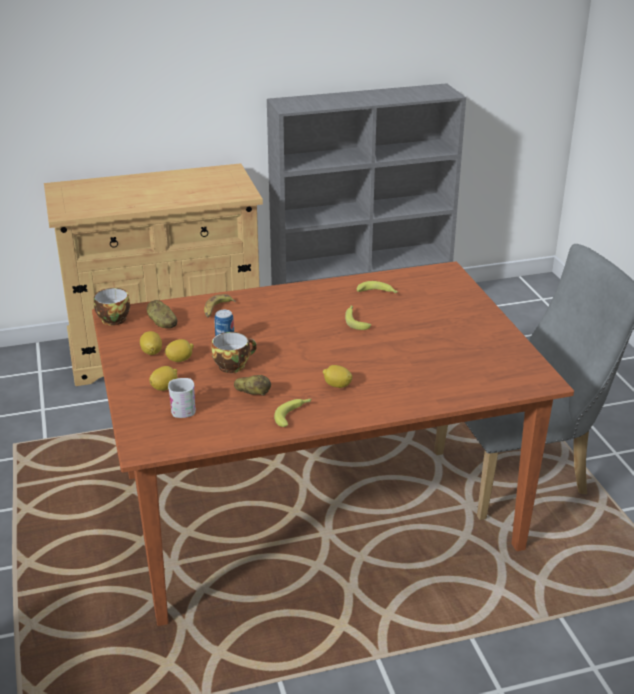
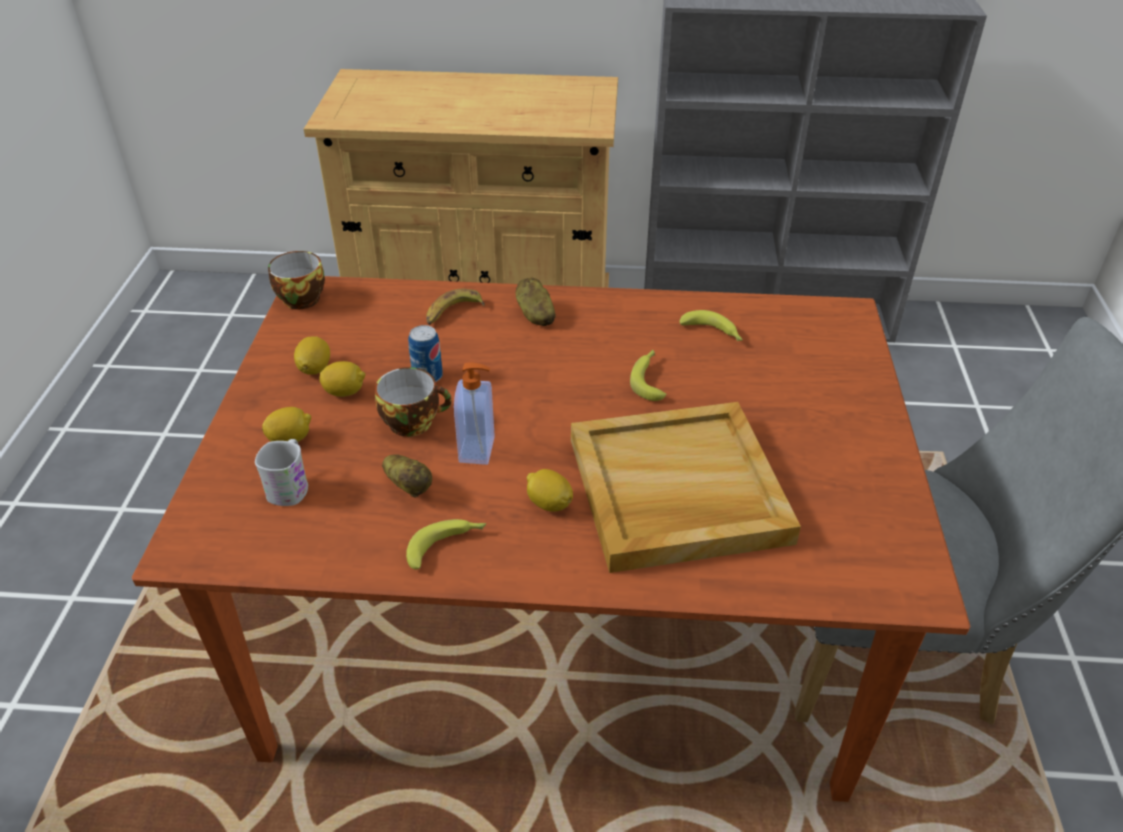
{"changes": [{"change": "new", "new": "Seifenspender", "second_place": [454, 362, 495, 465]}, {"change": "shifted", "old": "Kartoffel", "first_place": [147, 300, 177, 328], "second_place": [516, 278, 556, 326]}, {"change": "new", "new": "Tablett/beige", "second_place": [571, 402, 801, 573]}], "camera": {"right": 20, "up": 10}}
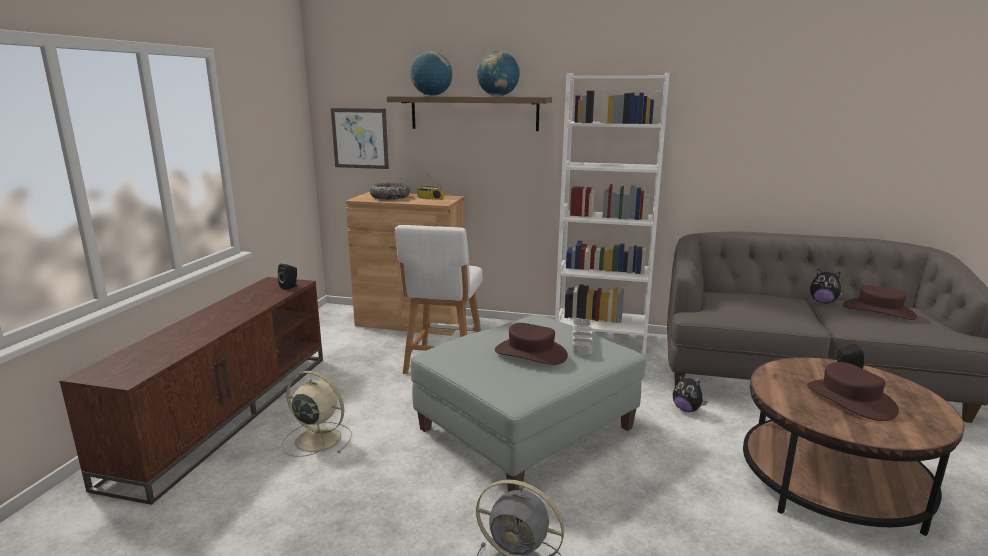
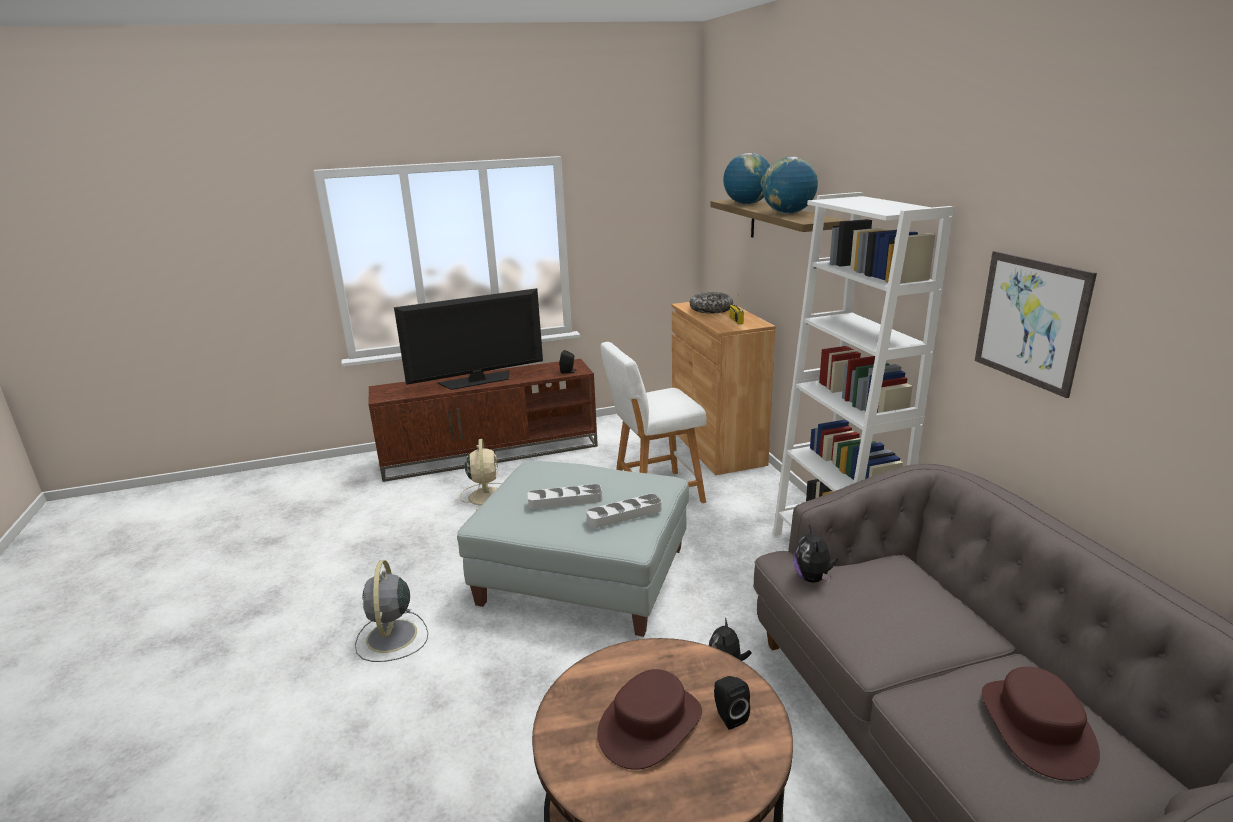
{"changes": [{"change": "new", "new": "Fernseher", "second_place": [394, 288, 543, 390]}, {"change": "swapped", "old": "Hut/braun", "new": "Tablett/grau", "first_place": [495, 323, 568, 365], "second_place": [528, 484, 602, 509]}, {"change": "shifted", "old": "Plüschtier", "first_place": [810, 268, 844, 303], "second_place": [793, 525, 838, 583]}, {"change": "shifted", "old": "Bild", "first_place": [331, 108, 389, 169], "second_place": [975, 251, 1097, 398]}], "camera": {"right": 60, "up": 5}}
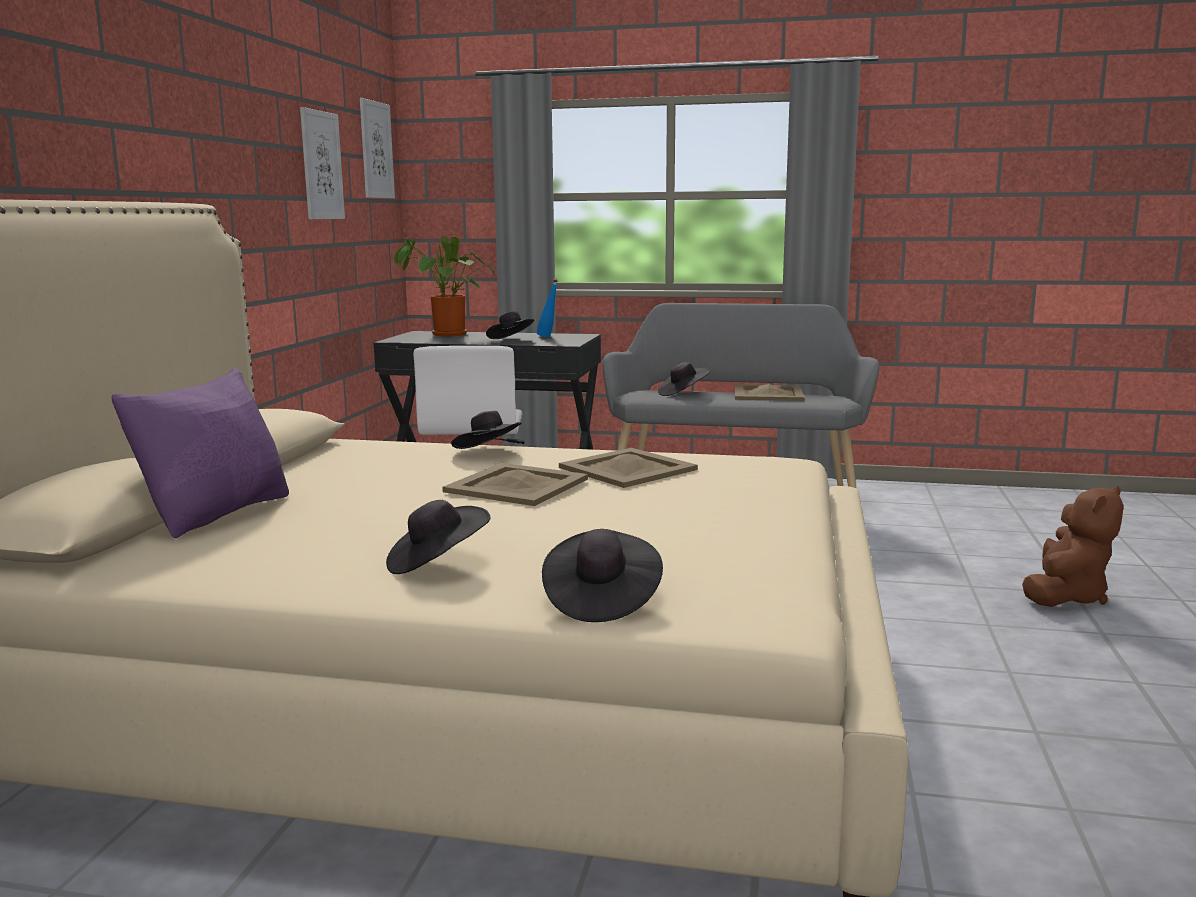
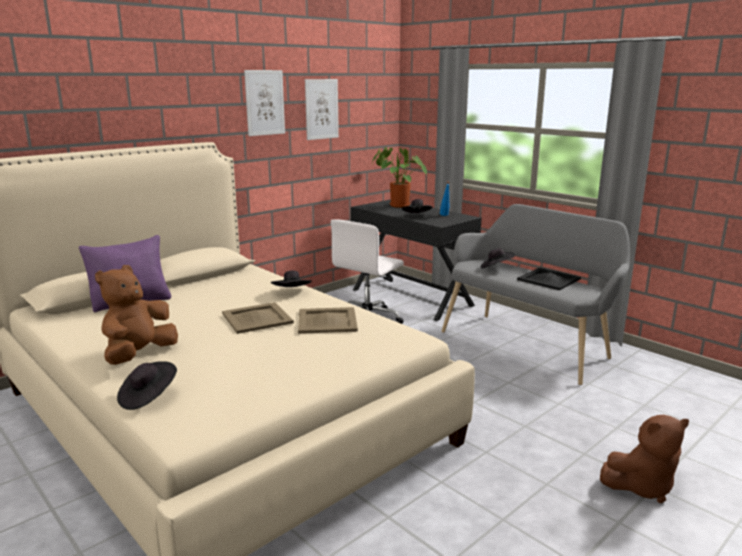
{"changes": [{"change": "swapped", "old": "Hut/schwarz", "new": "Plüschtier/braun", "first_place": [386, 500, 491, 574], "second_place": [95, 265, 178, 365]}, {"change": "shifted", "old": "Bild", "first_place": [360, 98, 395, 199], "second_place": [244, 70, 285, 136]}, {"change": "repainted", "old": "Tablett/beige", "new": "Tablett/schwarz", "first_place": [735, 384, 804, 401], "second_place": [517, 268, 581, 290]}], "camera": {"right": 35, "up": 5}}
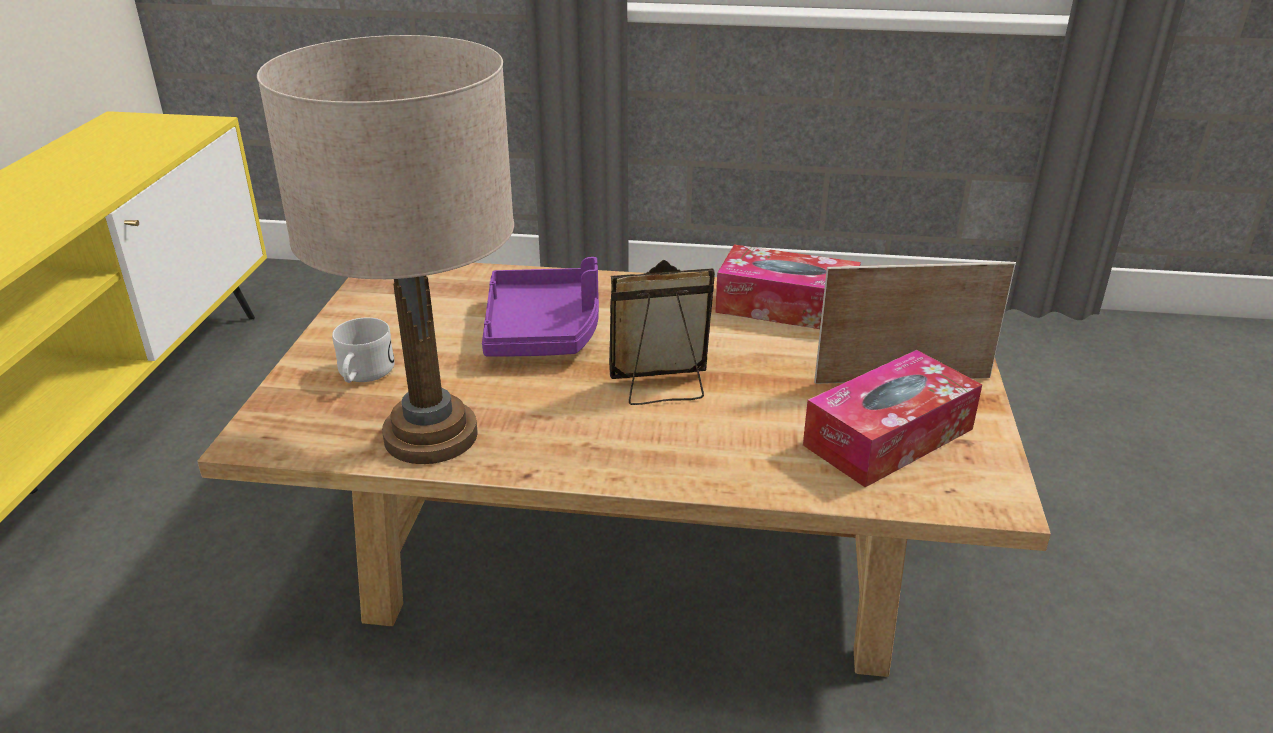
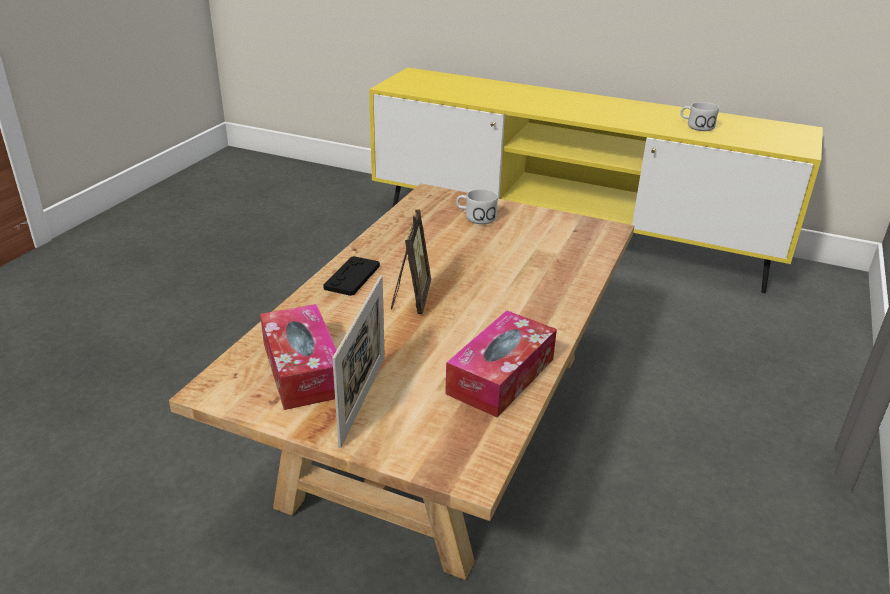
{"changes": [{"change": "new", "new": "Gamepad/schwarz", "second_place": [323, 256, 380, 296]}, {"change": "new", "new": "Henkelbecher/weiß", "second_place": [680, 102, 719, 131]}, {"change": "gone", "old": "Tischlampe/beige", "first_place": [257, 35, 514, 464]}, {"change": "gone", "old": "Tablett/lila", "first_place": [482, 257, 599, 356]}], "camera": {"right": 105, "up": 0}}
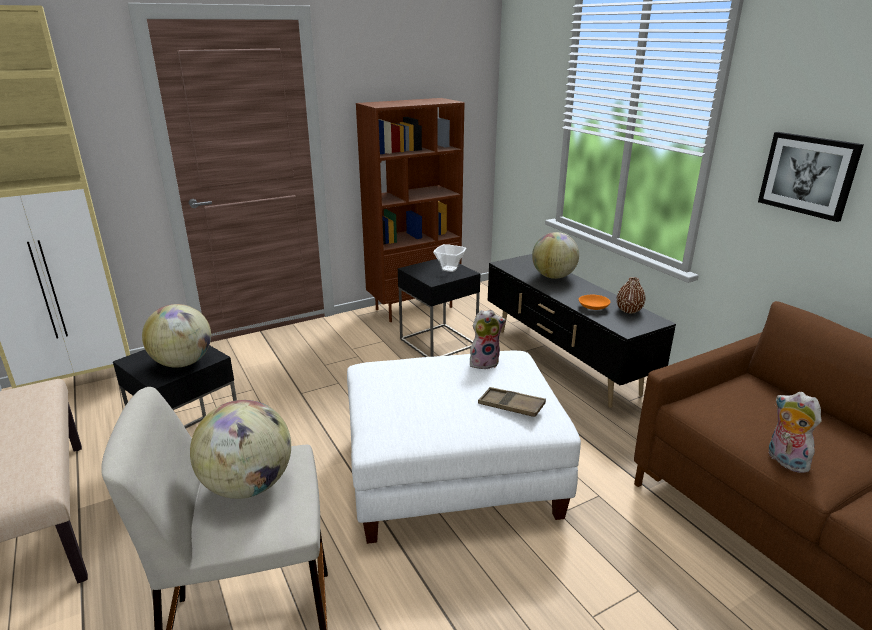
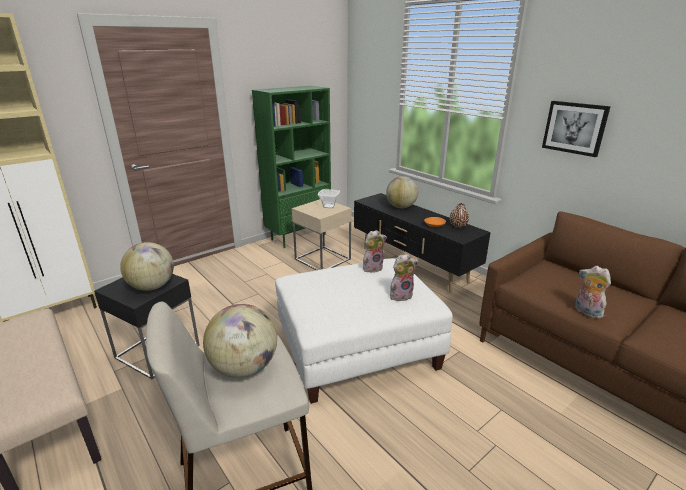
{"changes": [{"change": "repainted", "old": "Bücherregal/braun", "new": "Bücherregal/grün", "first_place": [356, 98, 465, 322], "second_place": [252, 86, 331, 248]}, {"change": "repainted", "old": "Beistelltisch/schwarz", "new": "Beistelltisch/beige", "first_place": [398, 259, 480, 357], "second_place": [292, 199, 352, 270]}, {"change": "swapped", "old": "Tablett/braun", "new": "Plüschtier", "first_place": [478, 387, 546, 417], "second_place": [390, 254, 419, 301]}], "camera": {"right": -10, "up": 0}}
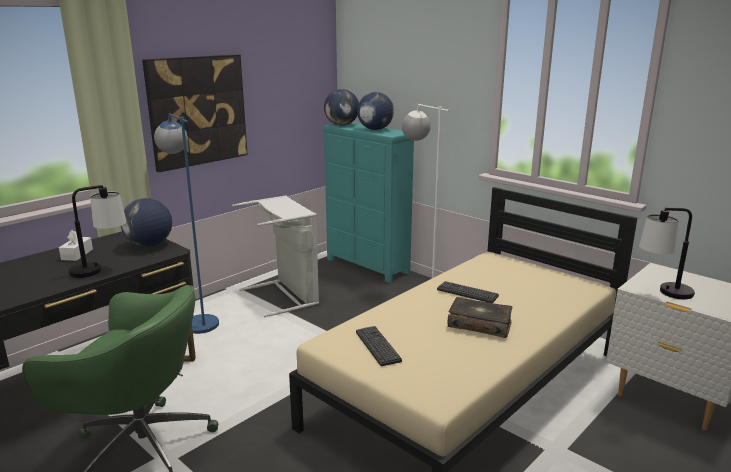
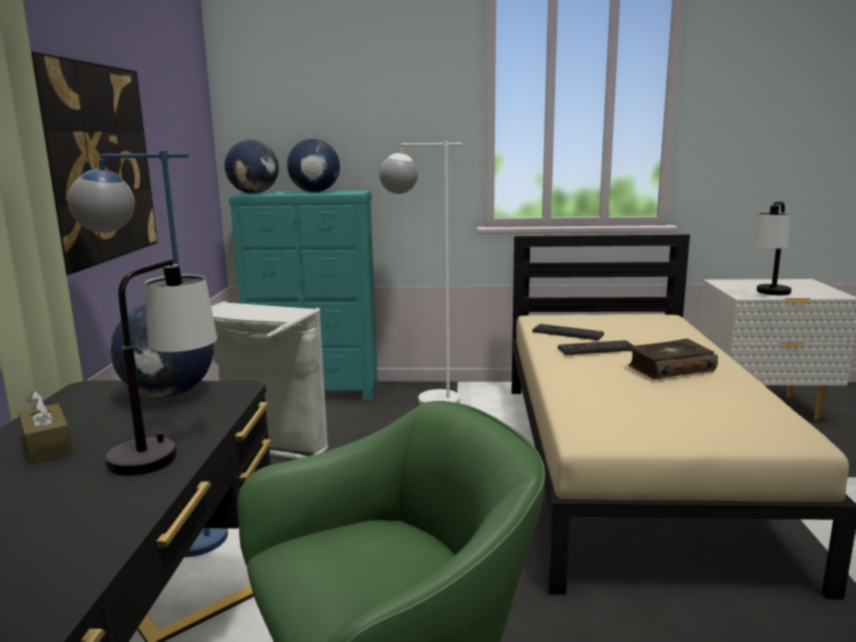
{"changes": [{"change": "repainted", "old": "Taschentuchbox/weiß", "new": "Taschentuchbox/braun", "first_place": [59, 230, 93, 261], "second_place": [18, 391, 73, 463]}, {"change": "shifted", "old": "Tastatur", "first_place": [356, 326, 402, 366], "second_place": [532, 324, 604, 340]}], "camera": {"right": -40, "up": -5}}
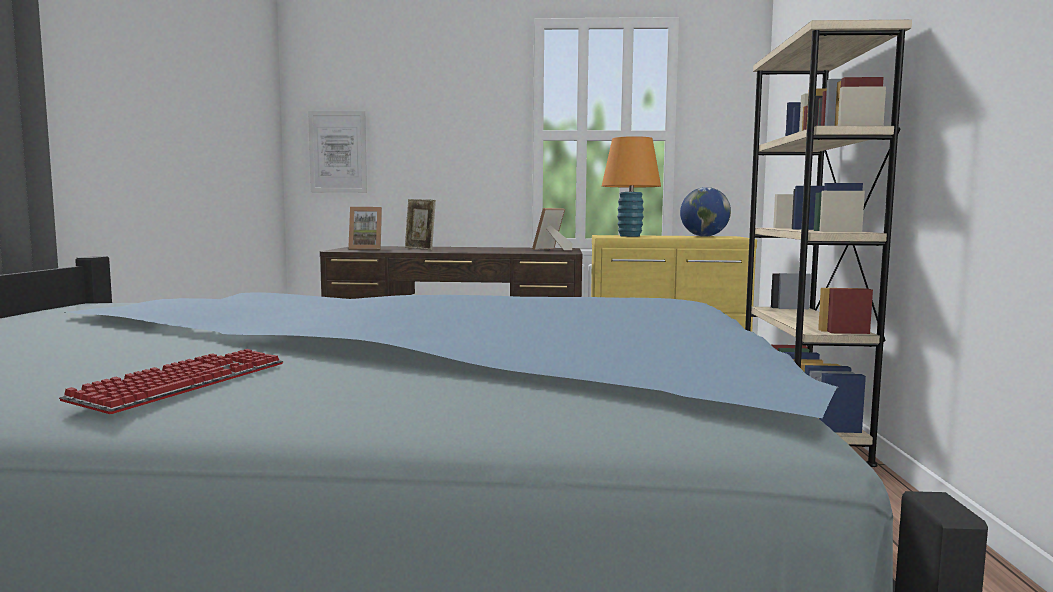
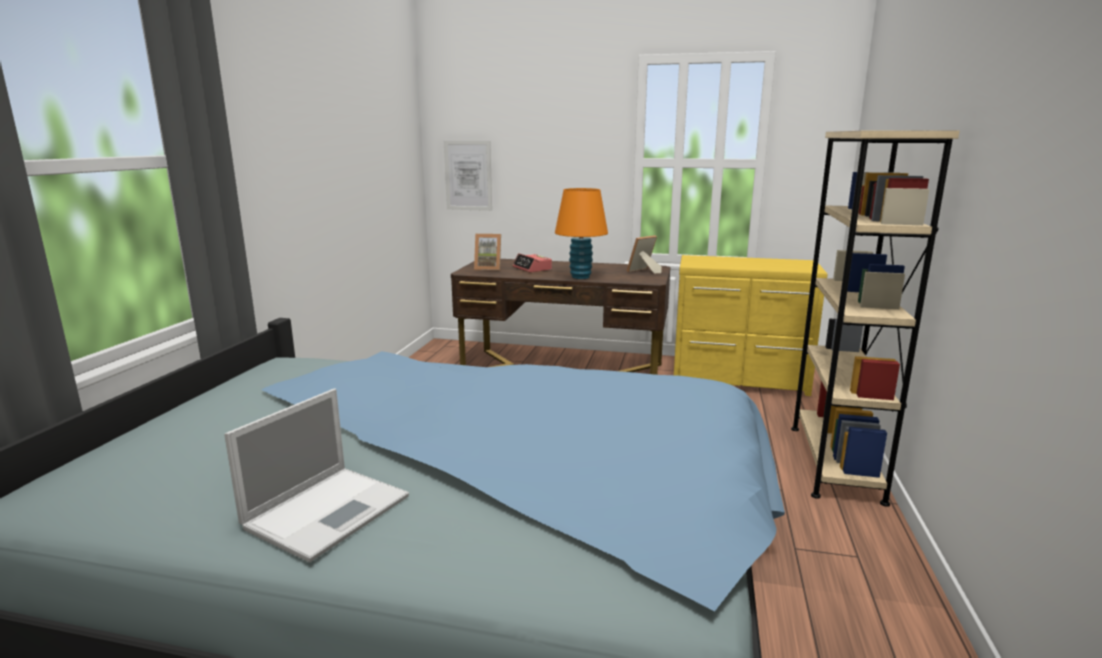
{"changes": [{"change": "swapped", "old": "Tastatur", "new": "Laptop", "first_place": [59, 349, 283, 414], "second_place": [224, 389, 409, 563]}, {"change": "swapped", "old": "Bilderrahmen", "new": "Wecker", "first_place": [405, 199, 436, 250], "second_place": [512, 253, 552, 272]}, {"change": "shifted", "old": "Tischlampe/orange", "first_place": [602, 136, 661, 237], "second_place": [555, 188, 608, 279]}, {"change": "gone", "old": "Globus", "first_place": [680, 187, 731, 237]}], "camera": {"right": 10, "up": 10}}
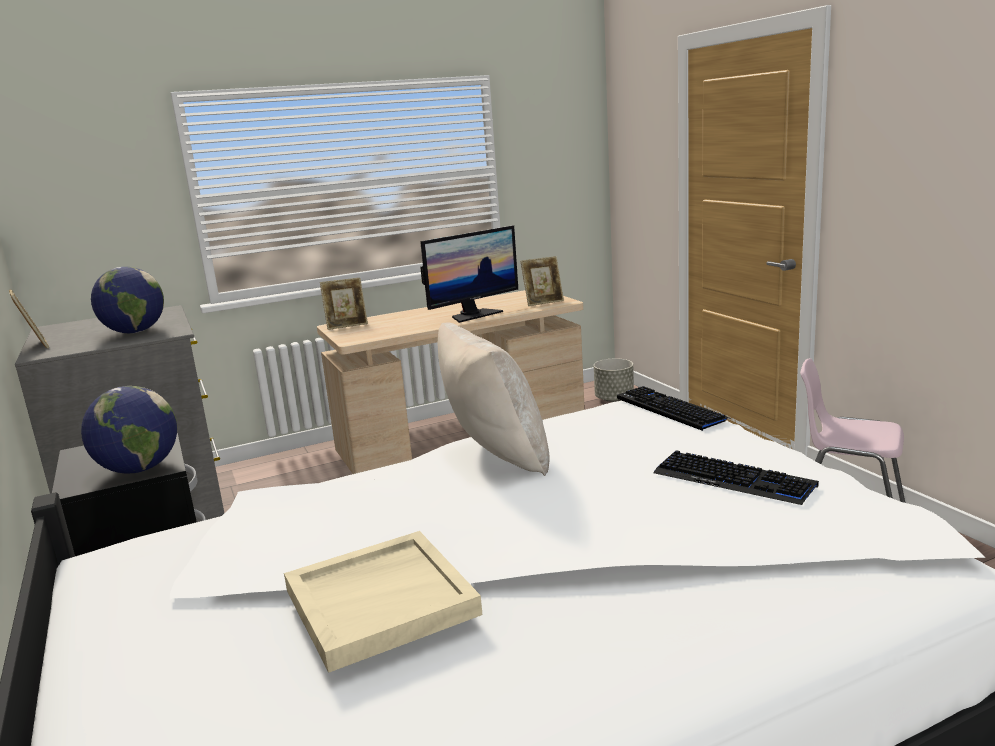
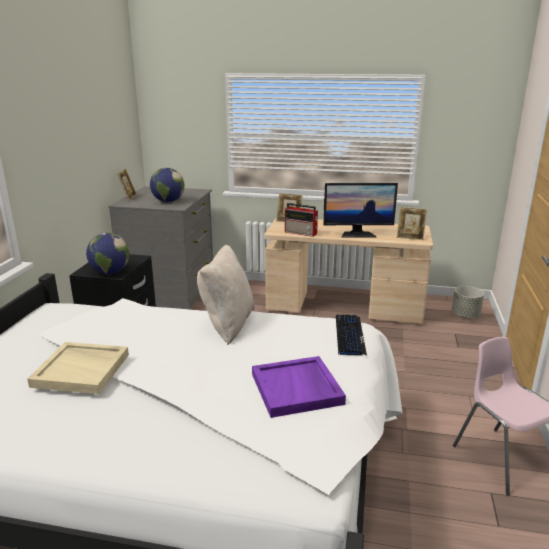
{"changes": [{"change": "swapped", "old": "Tastatur", "new": "Tablett/lila", "first_place": [654, 450, 819, 505], "second_place": [252, 356, 346, 418]}, {"change": "new", "new": "Radio", "second_place": [285, 203, 318, 237]}], "camera": {"right": 35, "up": 5}}
